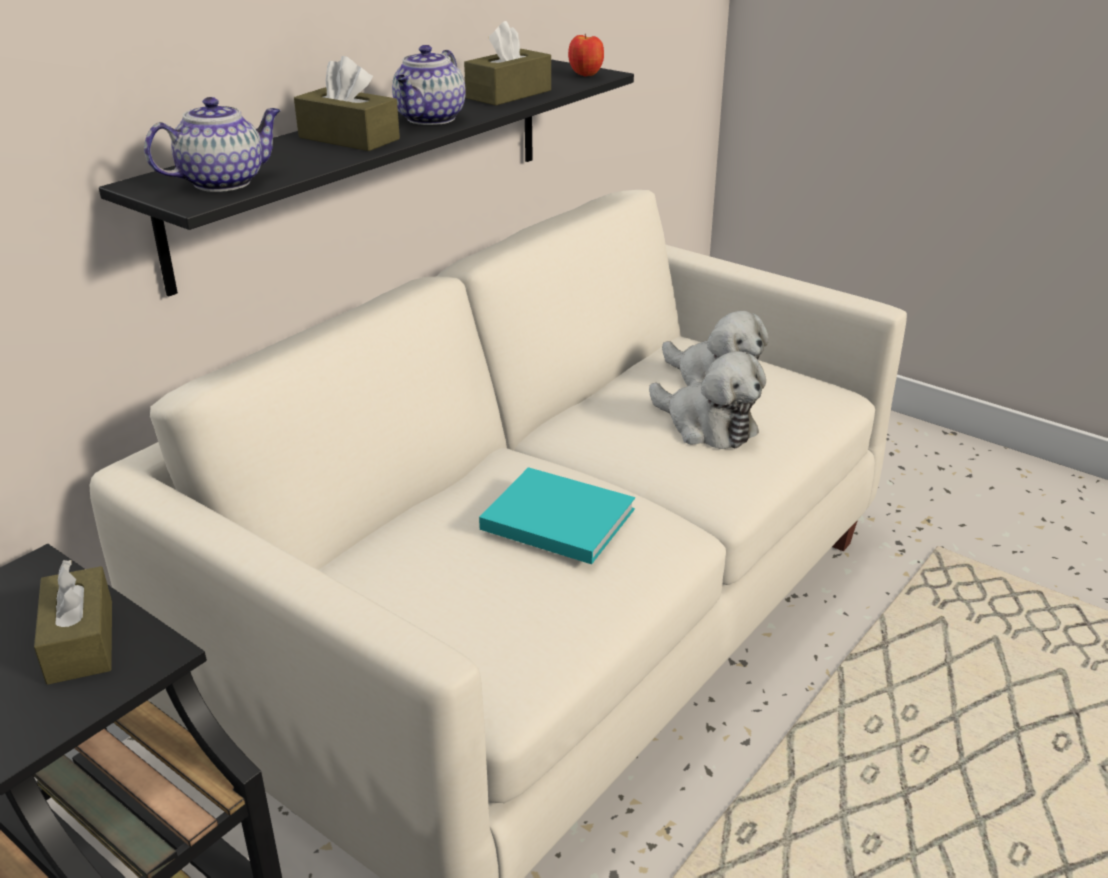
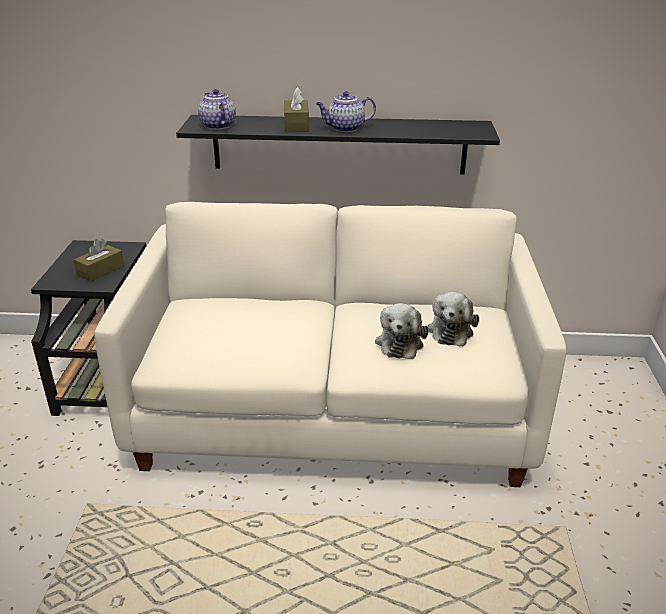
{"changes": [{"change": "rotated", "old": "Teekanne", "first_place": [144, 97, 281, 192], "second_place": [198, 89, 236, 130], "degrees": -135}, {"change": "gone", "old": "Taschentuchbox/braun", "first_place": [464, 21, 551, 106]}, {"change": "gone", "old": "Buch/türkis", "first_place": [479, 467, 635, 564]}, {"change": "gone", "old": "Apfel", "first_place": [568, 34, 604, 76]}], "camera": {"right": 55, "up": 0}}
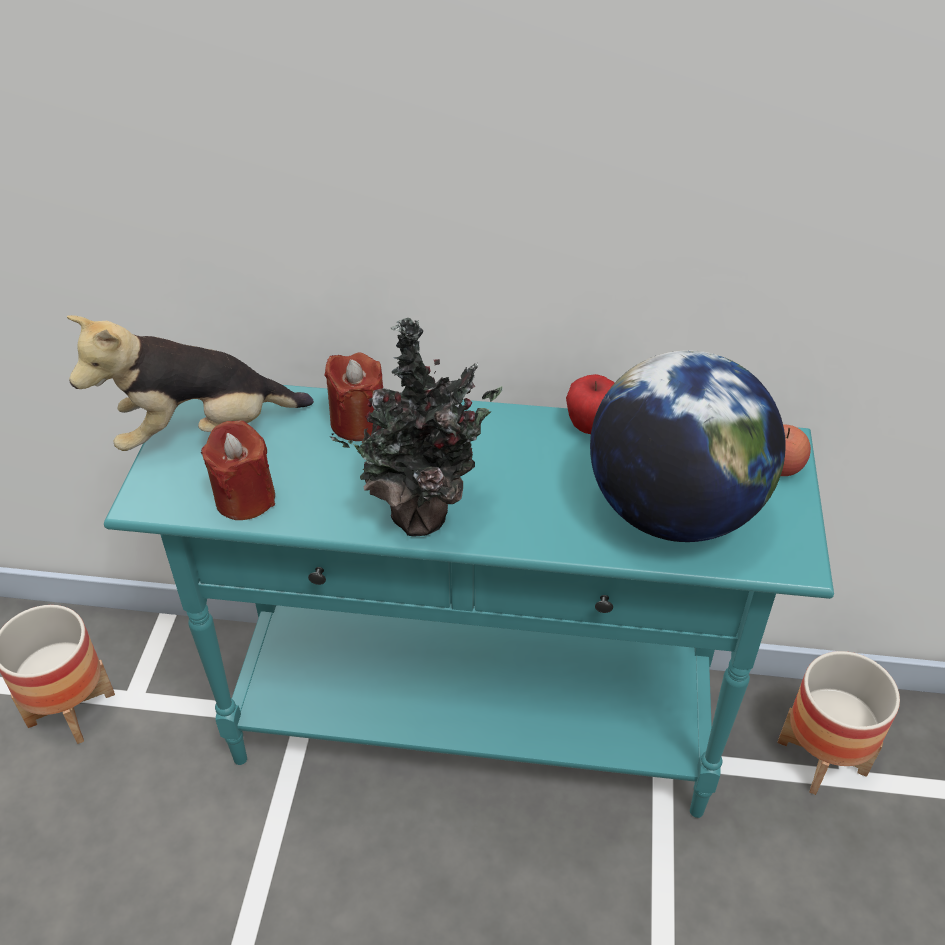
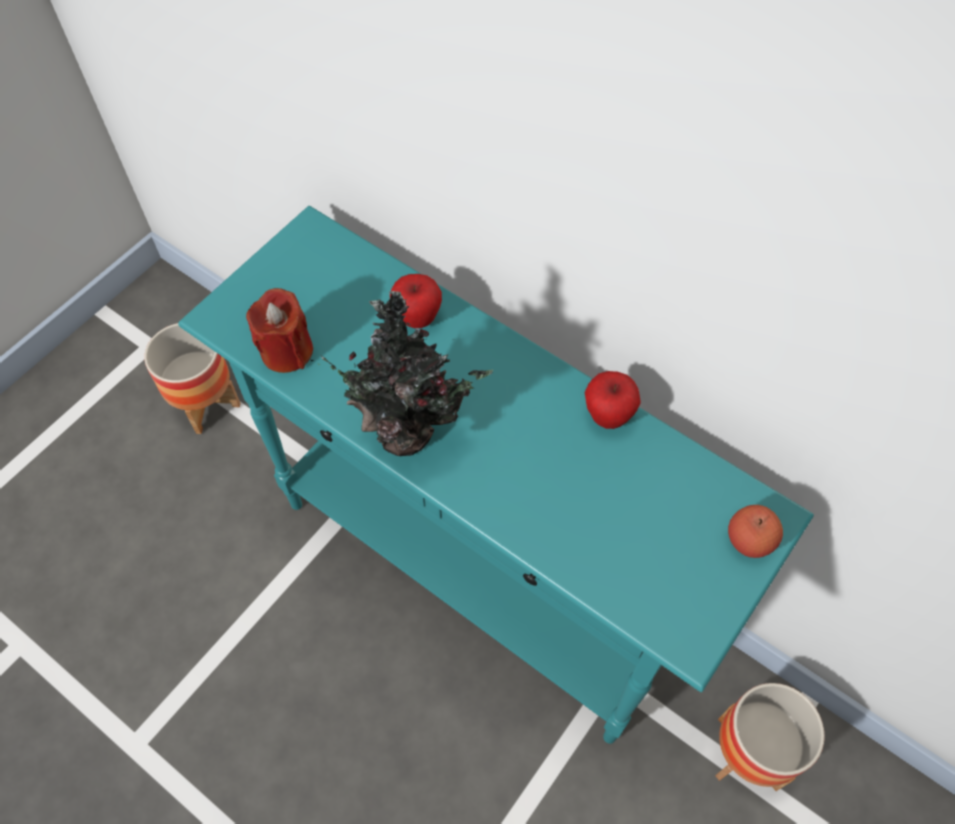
{"changes": [{"change": "swapped", "old": "Kerze/rot", "new": "Apfel", "first_place": [324, 353, 383, 441], "second_place": [390, 274, 442, 328]}, {"change": "gone", "old": "Plüschtier", "first_place": [67, 315, 314, 451]}, {"change": "gone", "old": "Globus", "first_place": [590, 350, 786, 542]}], "camera": {"right": 30, "up": 15}}
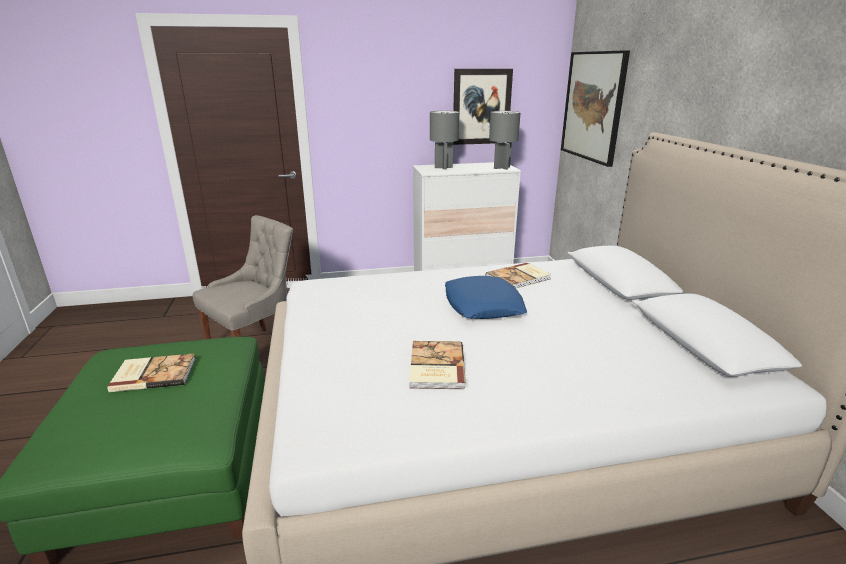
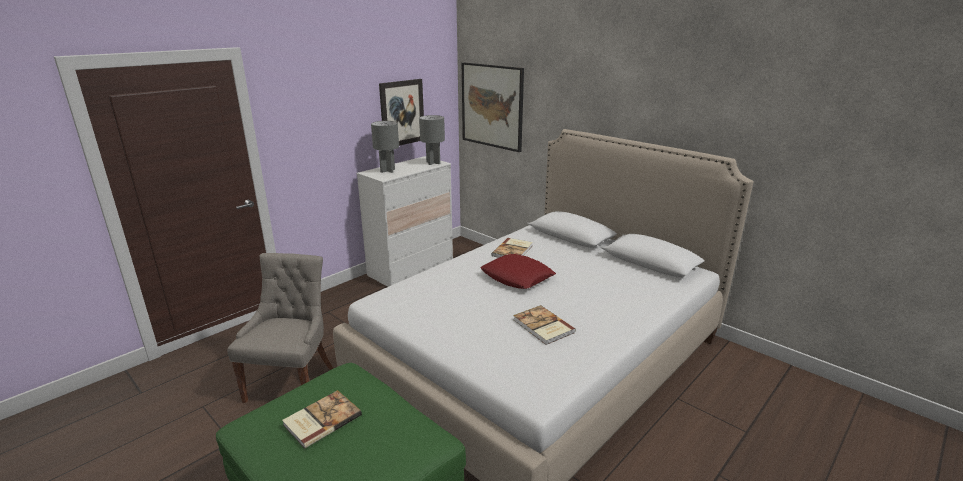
{"changes": [{"change": "repainted", "old": "Kissen/blau", "new": "Kissen/rot", "first_place": [445, 276, 527, 319], "second_place": [480, 254, 556, 289]}], "camera": {"right": -35, "up": 0}}
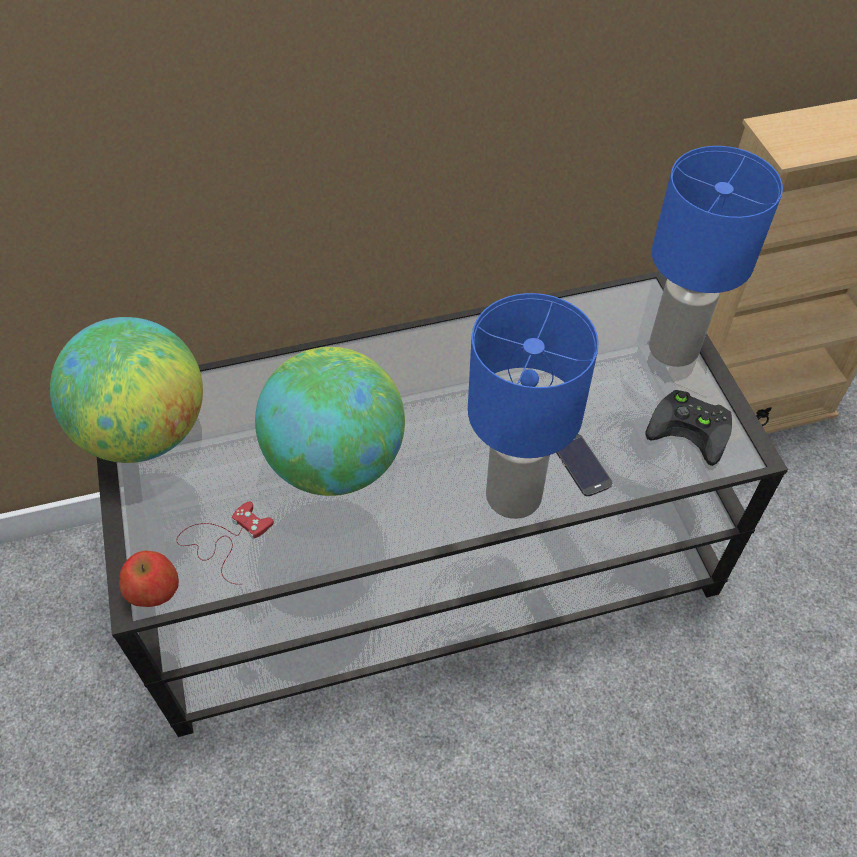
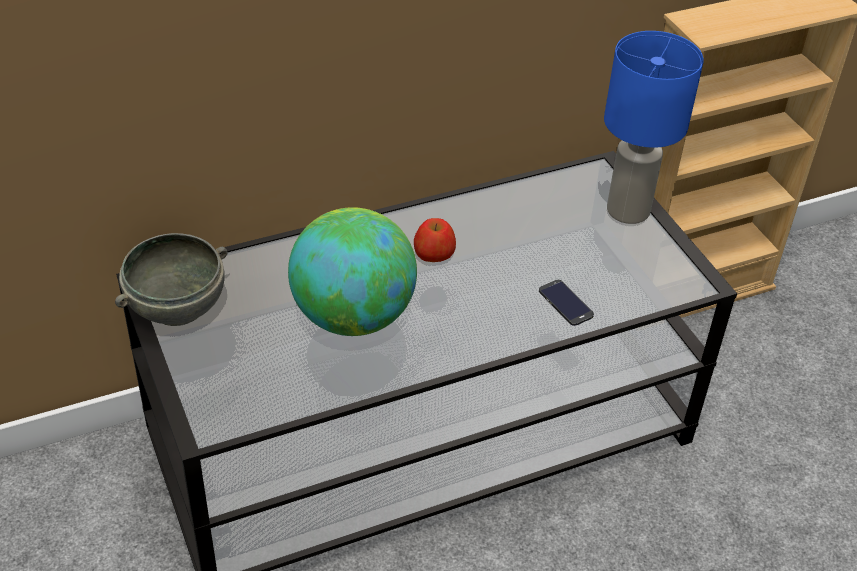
{"changes": [{"change": "swapped", "old": "Globus", "new": "Schüssel/grau", "first_place": [50, 317, 203, 463], "second_place": [115, 233, 227, 326]}, {"change": "shifted", "old": "Apfel", "first_place": [119, 550, 179, 607], "second_place": [414, 218, 456, 262]}, {"change": "gone", "old": "Gamepad/rot", "first_place": [176, 502, 274, 585]}, {"change": "gone", "old": "Tischlampe/blau", "first_place": [468, 293, 598, 519]}, {"change": "gone", "old": "Gamepad/schwarz", "first_place": [645, 390, 732, 466]}], "camera": {"right": -10, "up": -10}}
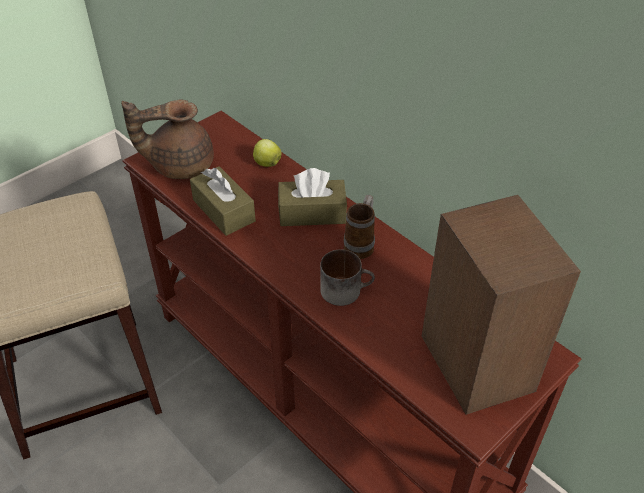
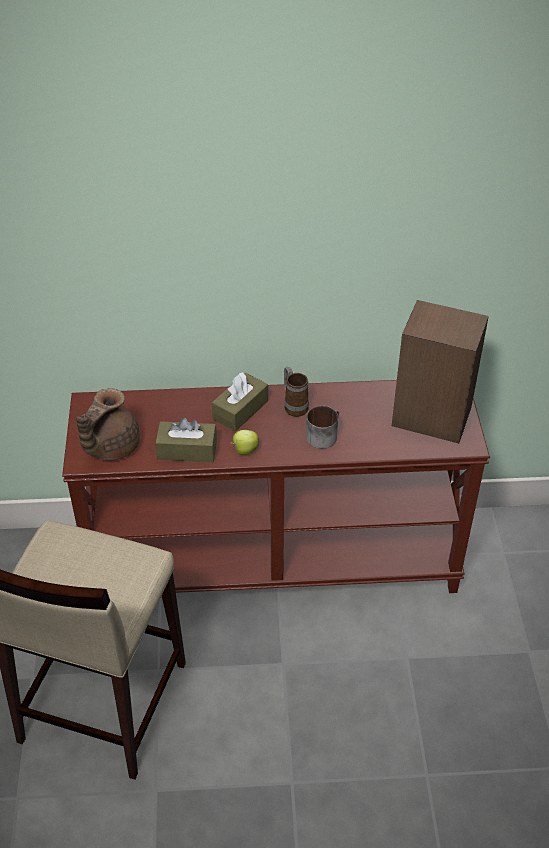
{"changes": [{"change": "shifted", "old": "Apfel", "first_place": [253, 139, 282, 167], "second_place": [230, 430, 259, 455]}], "camera": {"right": -50, "up": 0}}
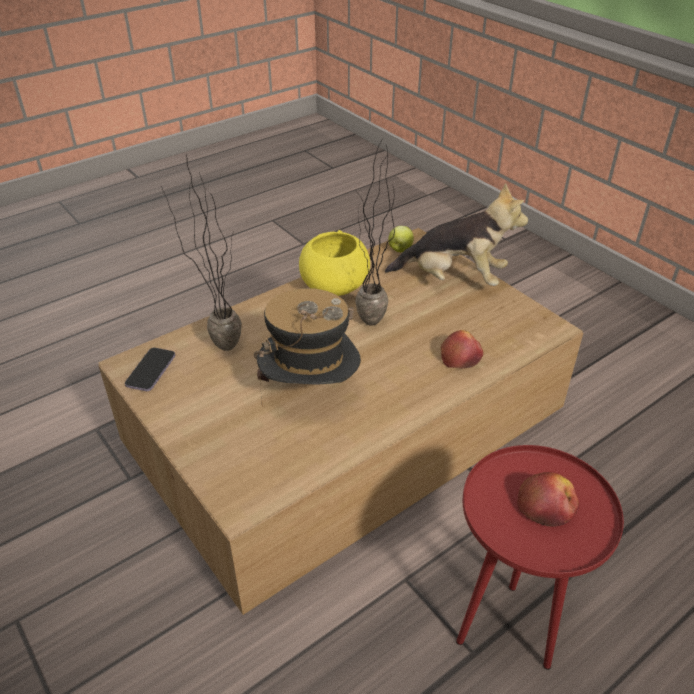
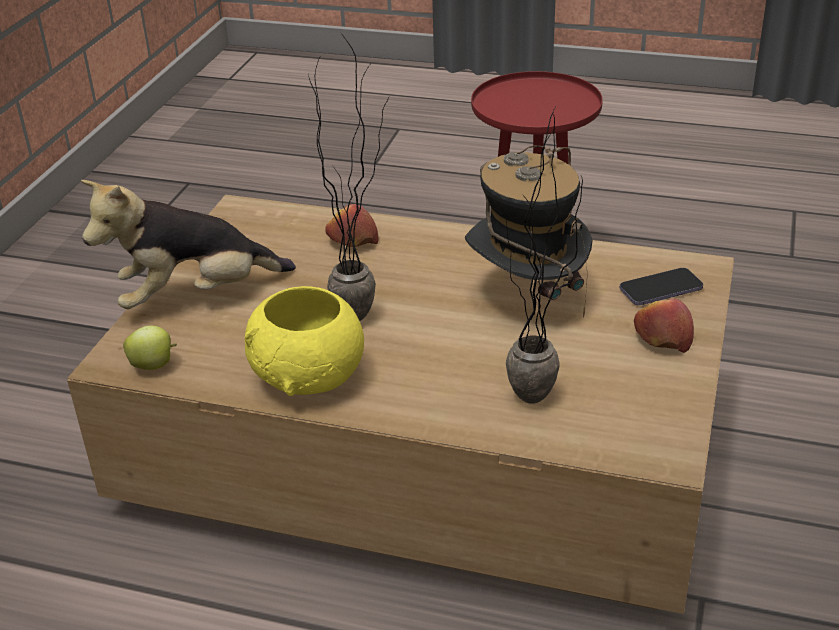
{"changes": [{"change": "rotated", "old": "Plüschtier", "first_place": [385, 183, 528, 286], "second_place": [81, 180, 296, 309], "degrees": -90}, {"change": "shifted", "old": "Handy", "first_place": [125, 348, 175, 391], "second_place": [619, 268, 703, 305]}, {"change": "shifted", "old": "Apfel", "first_place": [517, 472, 579, 527], "second_place": [634, 299, 694, 353]}], "camera": {"right": -125, "up": -5}}
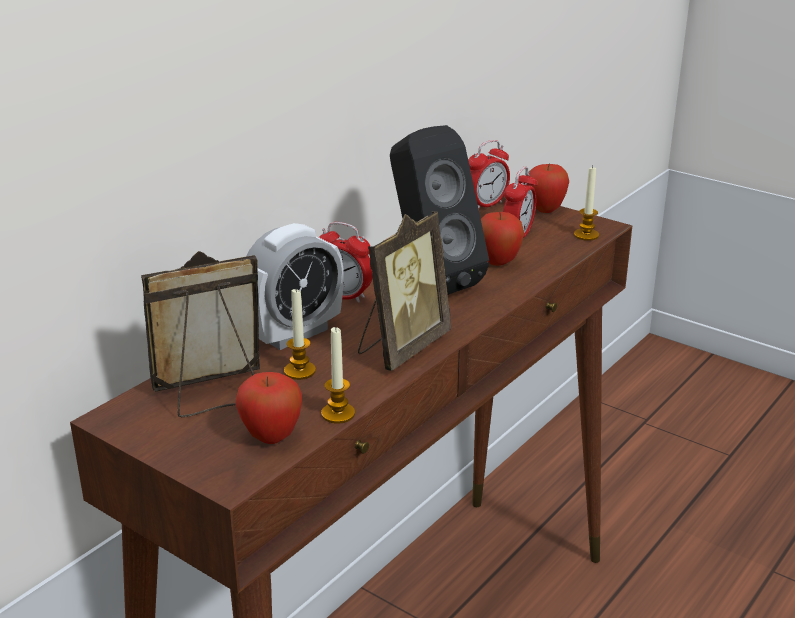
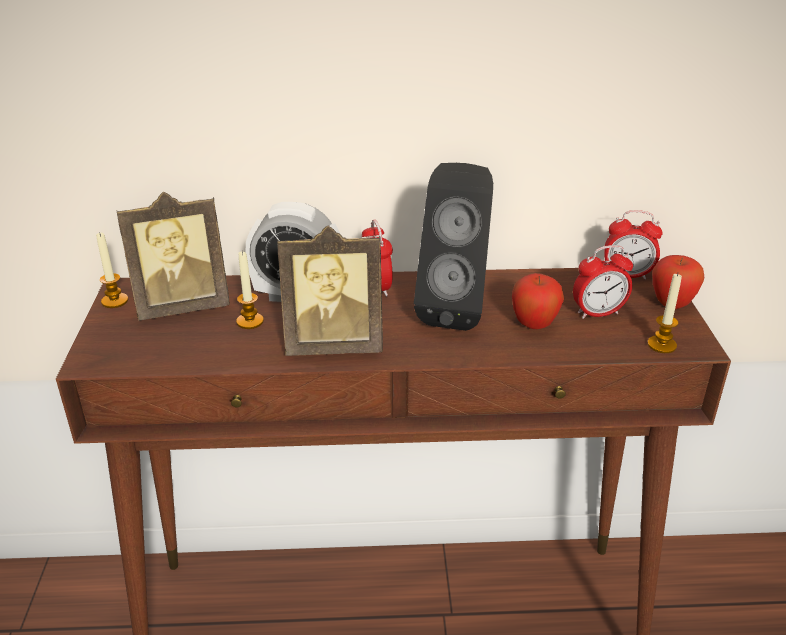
{"changes": [{"change": "shifted", "old": "Kerze", "first_place": [321, 326, 355, 424], "second_place": [96, 233, 128, 308]}, {"change": "rotated", "old": "Bilderrahmen", "first_place": [141, 251, 260, 417], "second_place": [117, 192, 230, 321], "degrees": 135}, {"change": "gone", "old": "Apfel", "first_place": [235, 372, 302, 444]}], "camera": {"right": 50, "up": 5}}
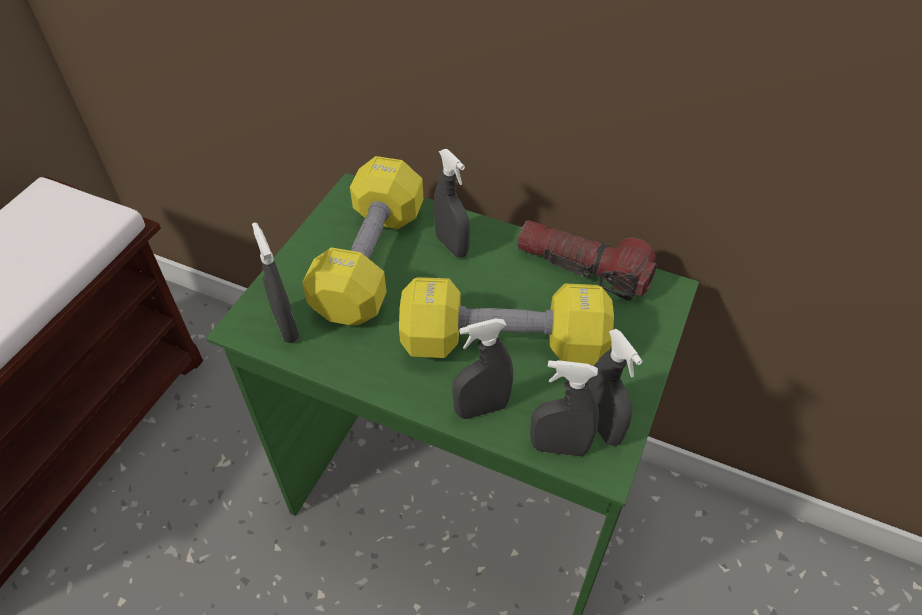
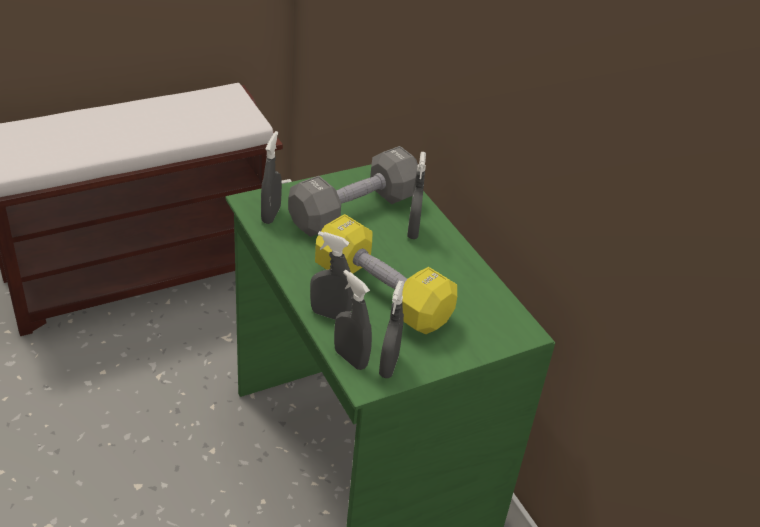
{"changes": [{"change": "repainted", "old": "Hantel/gelb", "new": "Hantel/grau", "first_place": [302, 156, 423, 325], "second_place": [288, 146, 418, 237]}, {"change": "gone", "old": "Taschenlampe", "first_place": [517, 220, 657, 301]}], "camera": {"right": 35, "up": -10}}
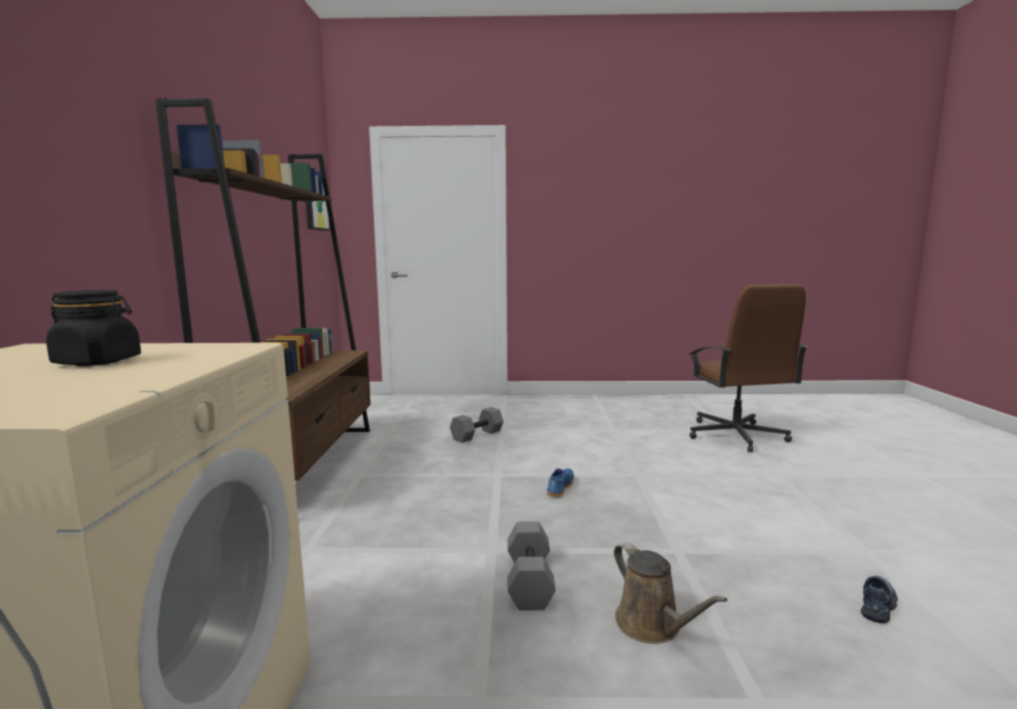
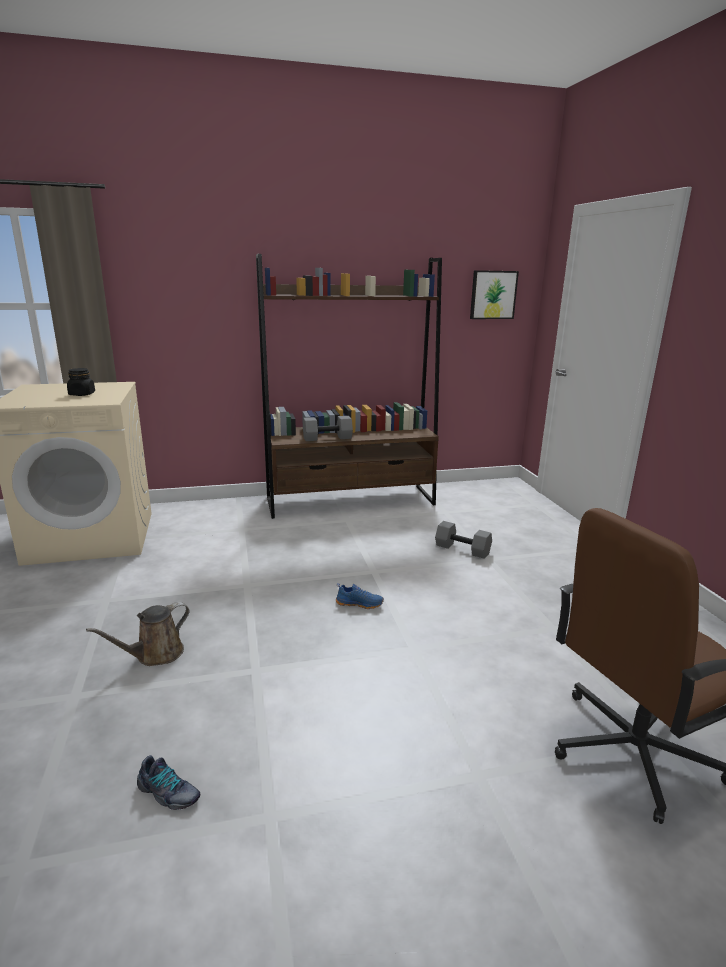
{"changes": [{"change": "shifted", "old": "Hantel/grau", "first_place": [508, 521, 556, 610], "second_place": [303, 416, 353, 441]}], "camera": {"right": 75, "up": 10}}
